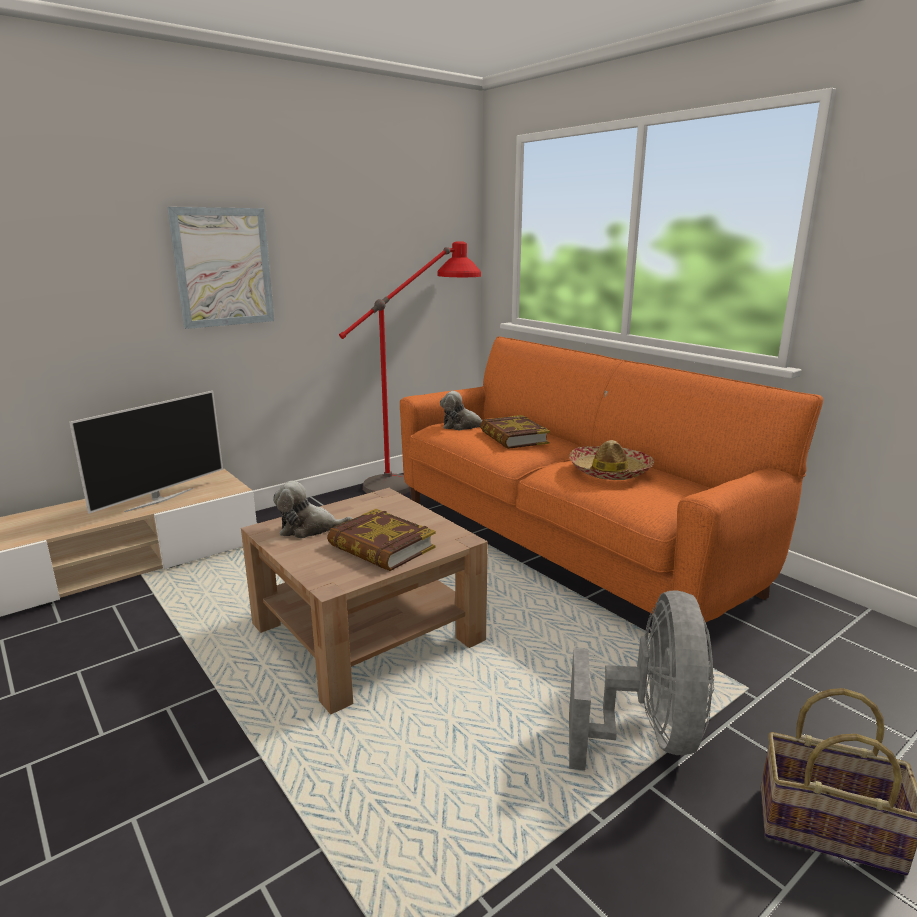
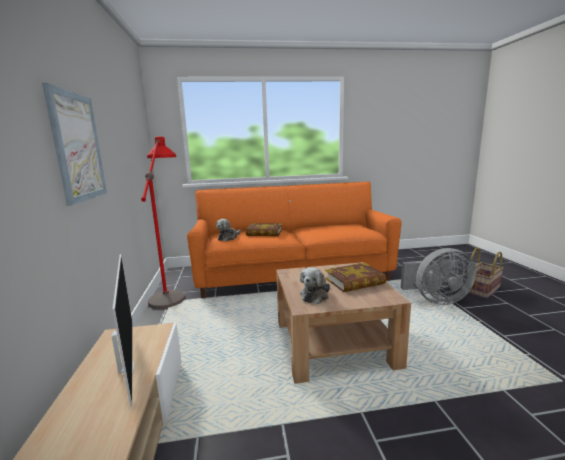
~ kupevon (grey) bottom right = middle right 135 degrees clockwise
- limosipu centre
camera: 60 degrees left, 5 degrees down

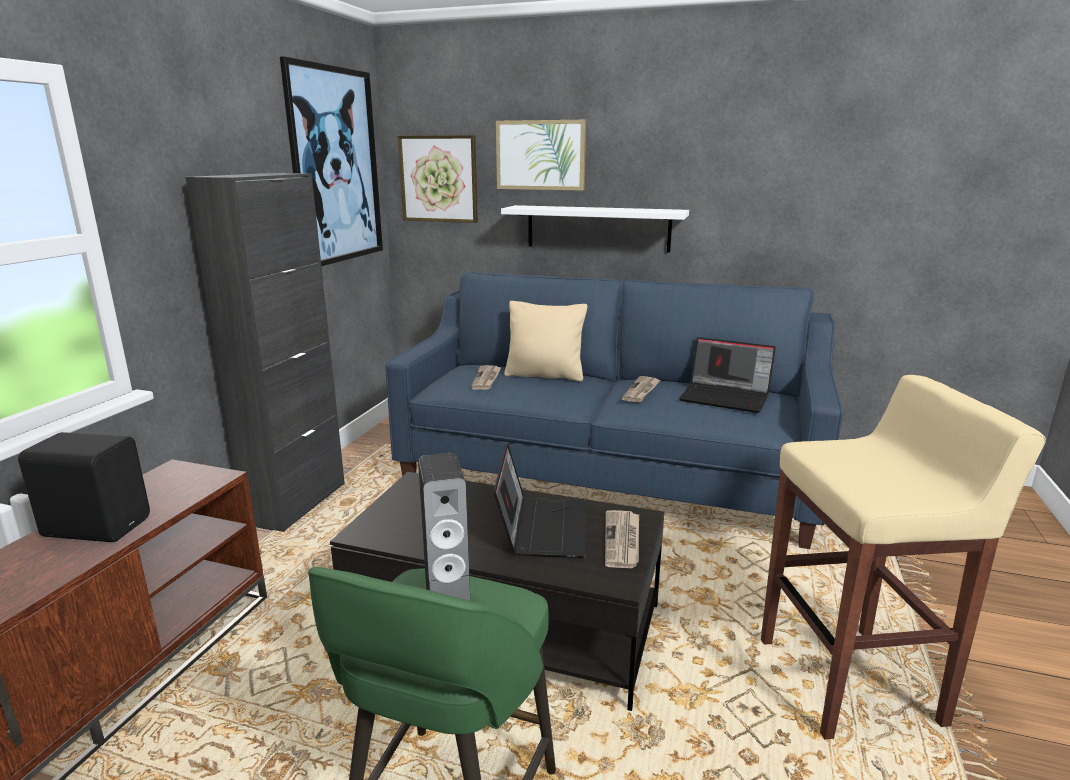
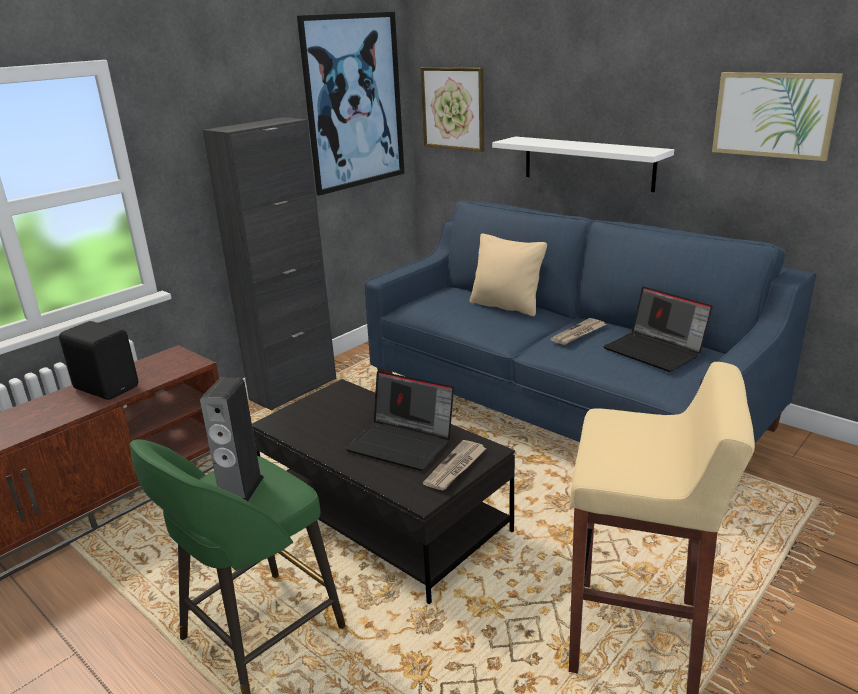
~ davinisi (1st from left) centre = centre 90 degrees clockwise
~ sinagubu (3rd from left) top centre to top right
- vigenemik (1st from left) centre
camera: 25 degrees right, 5 degrees up

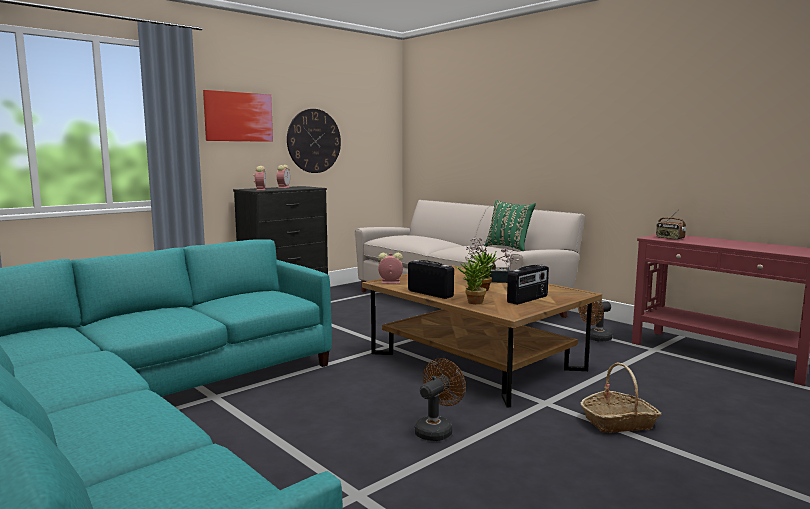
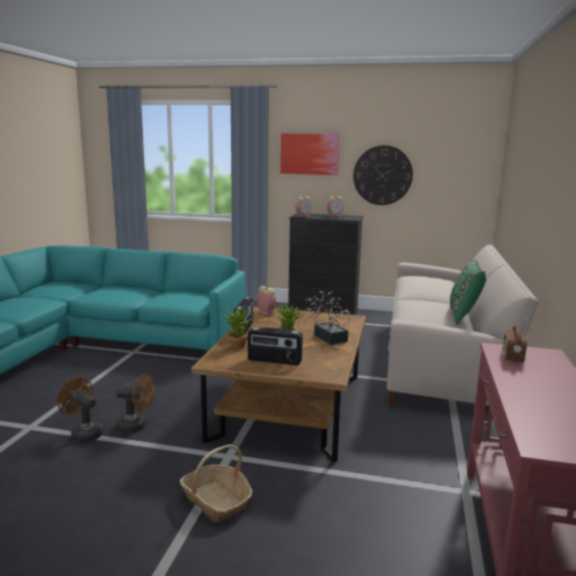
~ kupevon (brown) (2nd from left in the first image) middle right to kupevon (brown) (1st from left) bottom left
camera: 55 degrees right, 5 degrees up

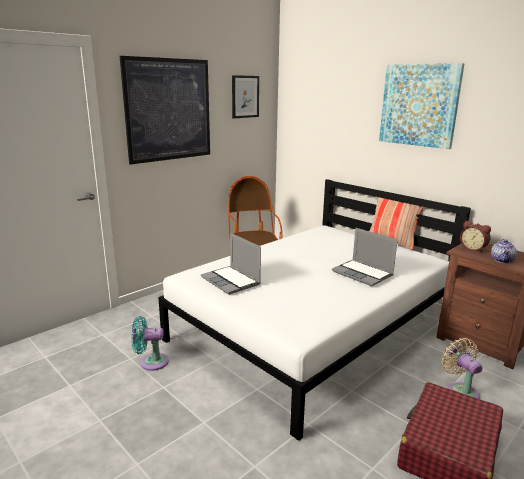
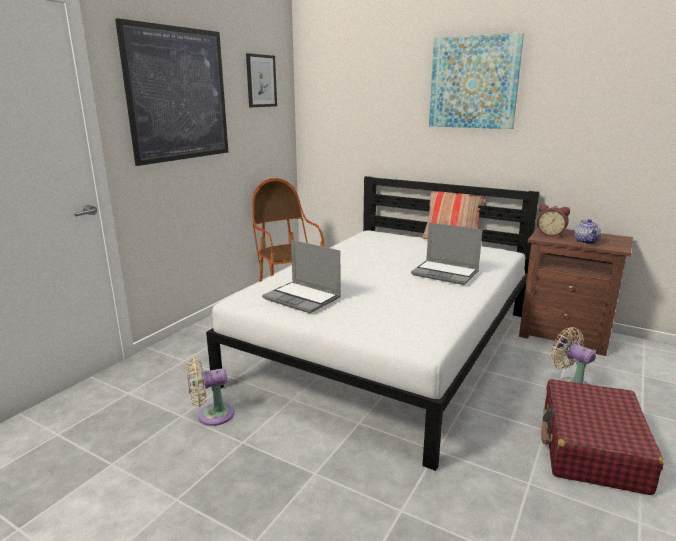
~ kupevon (turquoise) bottom left to kupevon (beige) (1st from left) bottom left
camera: 15 degrees left, 0 degrees up

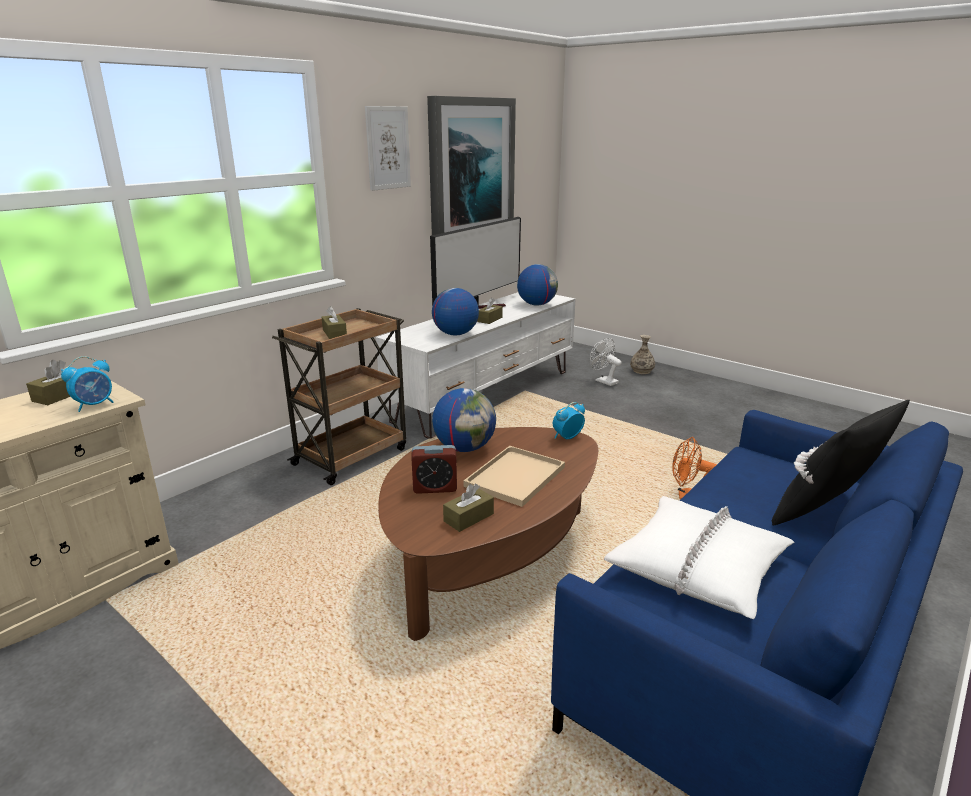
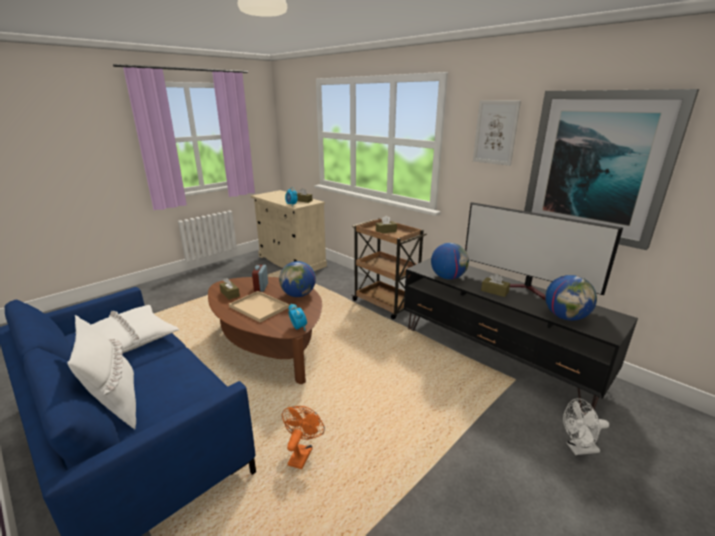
~ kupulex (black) middle right to kupulex (white) (1st from left) bottom left
~ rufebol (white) centre to rufebol (black) middle right
~ kupevon (white) centre = bottom right 150 degrees counterclockwise
- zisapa centre
camera: 95 degrees right, 0 degrees up

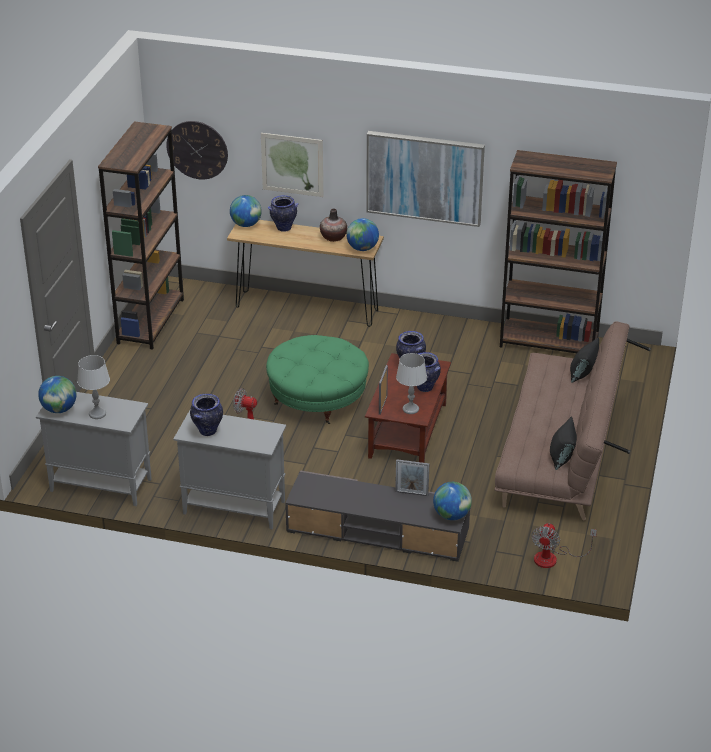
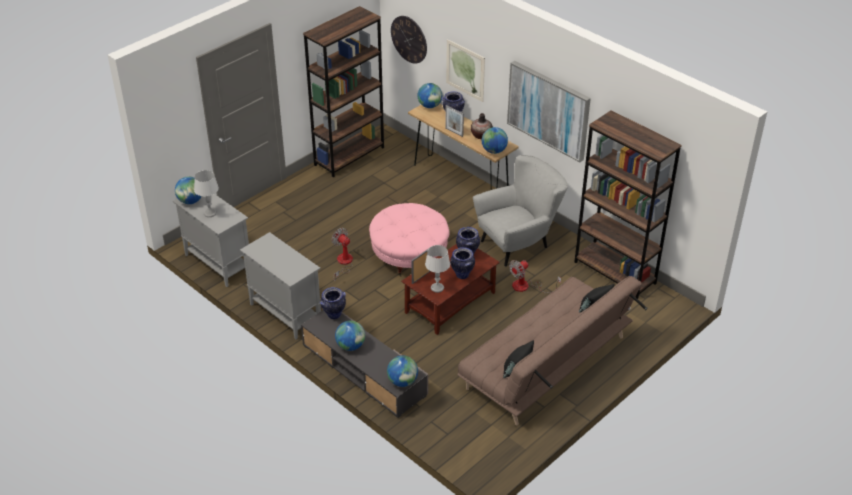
~ zisapa (1st from left) middle left to centre
+ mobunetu (2nd from left) bottom centre
~ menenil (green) centre to menenil (pink) centre
~ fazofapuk (2nd from left) centre to top centre
+ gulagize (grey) centre
~ kupevon (2nd from left) bottom right to centre
camera: 30 degrees right, 5 degrees up

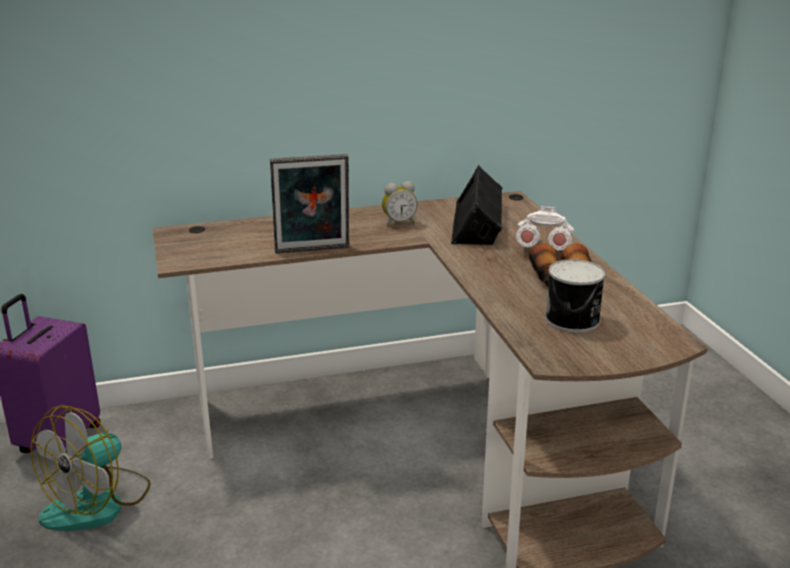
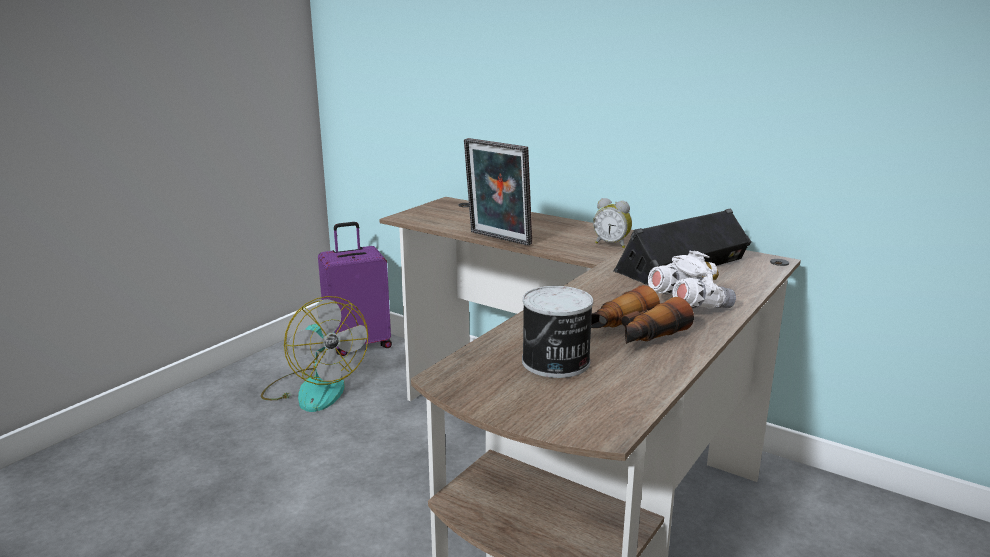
~ kupevon bottom left = middle left 120 degrees counterclockwise
camera: 50 degrees right, 5 degrees down

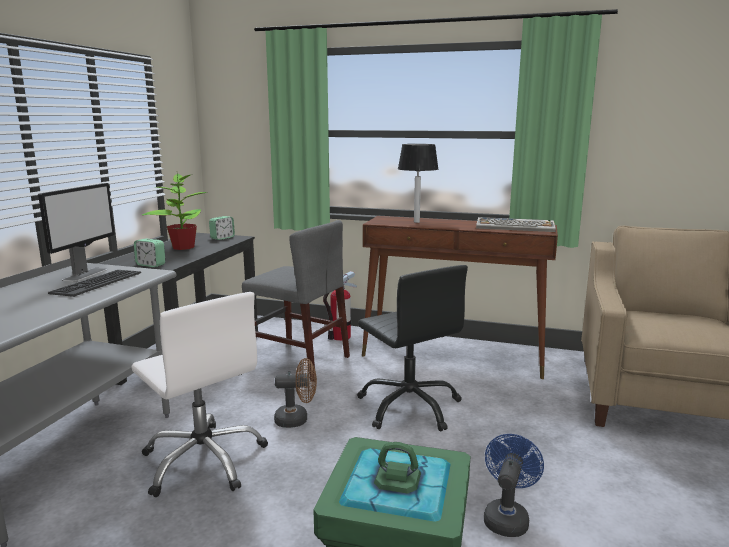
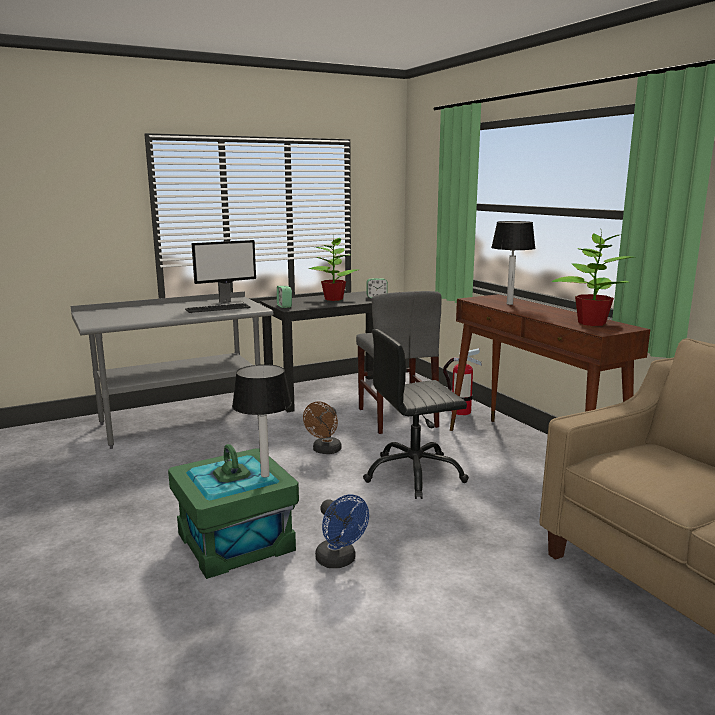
+ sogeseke (1st from left) centre
~ kupevon (brown) bottom centre = centre 75 degrees clockwise
~ kupevon (blue) bottom right = bottom centre 75 degrees clockwise
~ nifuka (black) centre = centre 60 degrees clockwise
~ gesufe (2nd from left) middle right to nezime (2nd from left) middle right
- nifuka (white) bottom left
camera: 45 degrees right, 0 degrees up

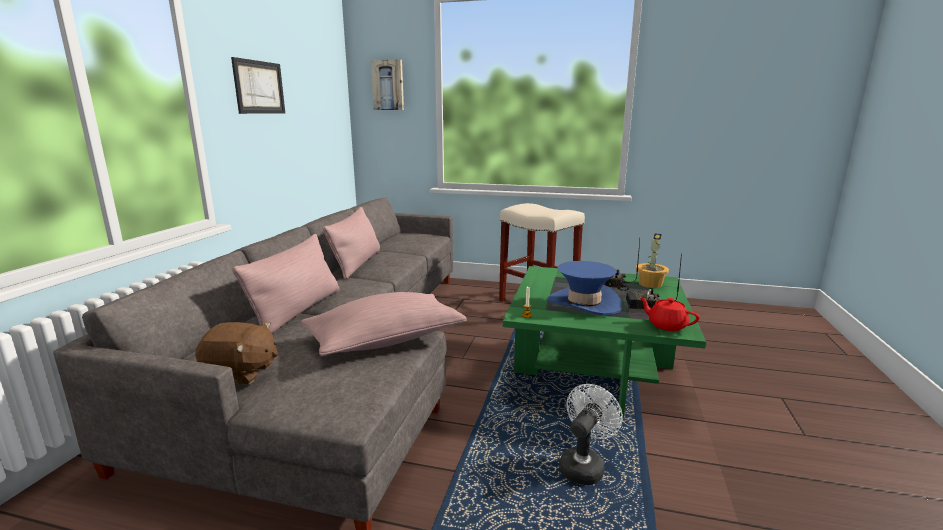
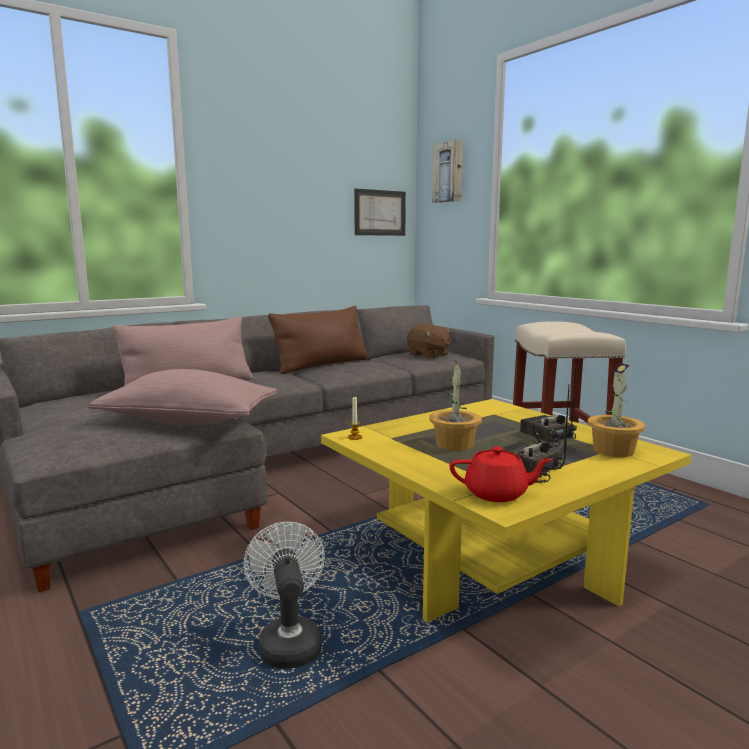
~ kupevon (white) bottom centre = bottom centre 90 degrees counterclockwise
~ kupulex (pink) (2nd from left) centre to kupulex (brown) centre
~ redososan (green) centre to redososan (yellow) bottom right
~ sinagubu (1st from left) top left to top centre
~ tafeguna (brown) middle left to centre
~ limosipu (blue) centre to nezime (1st from left) centre
~ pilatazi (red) middle right = middle right 105 degrees clockwise
camera: 40 degrees right, 5 degrees down

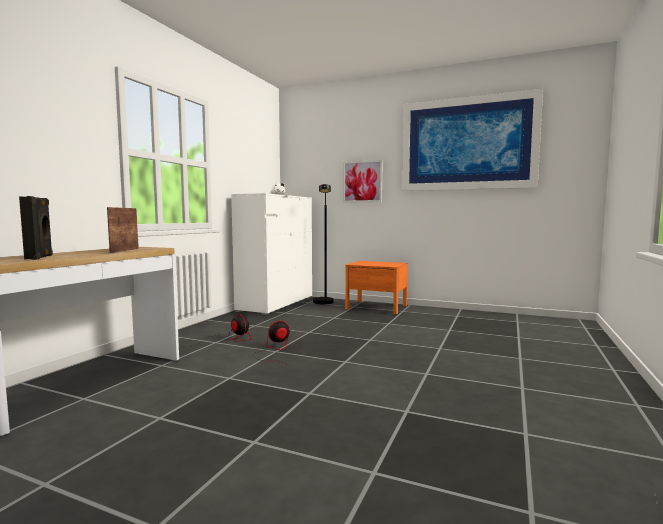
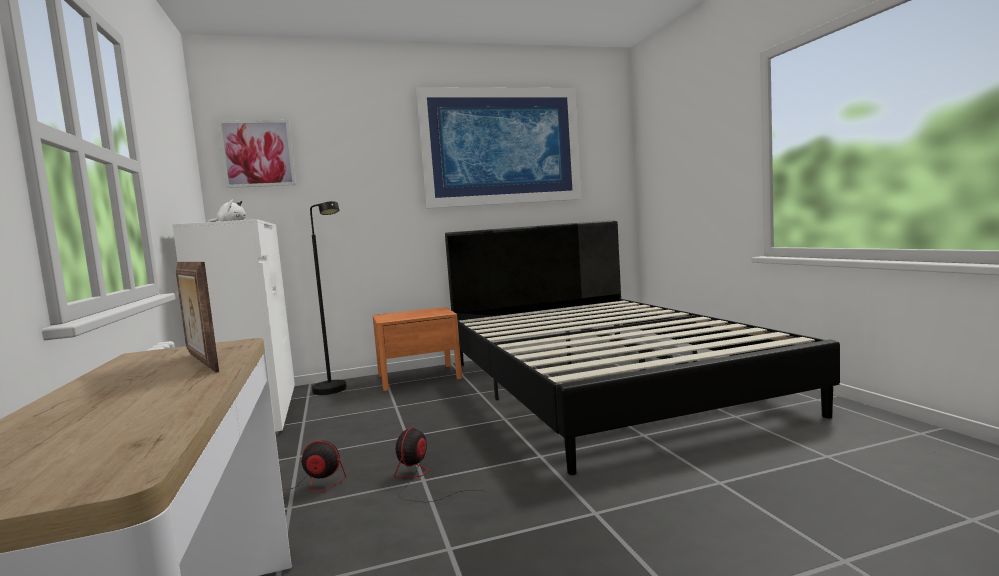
~ sinagubu (1st from left) centre to top left
+ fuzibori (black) centre
- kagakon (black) middle left
camera: 40 degrees left, 0 degrees up

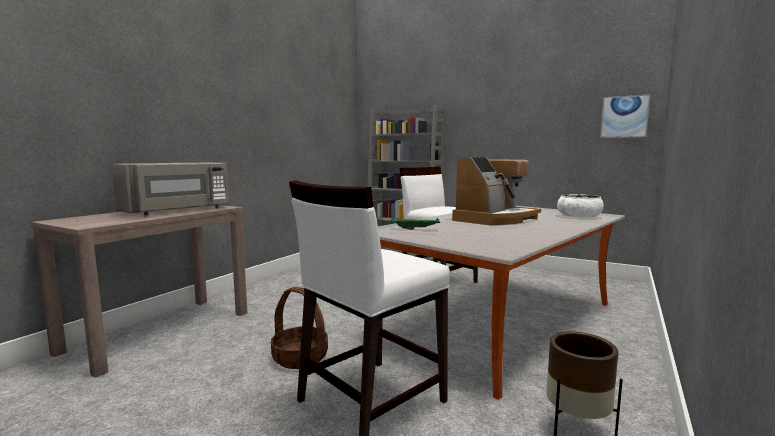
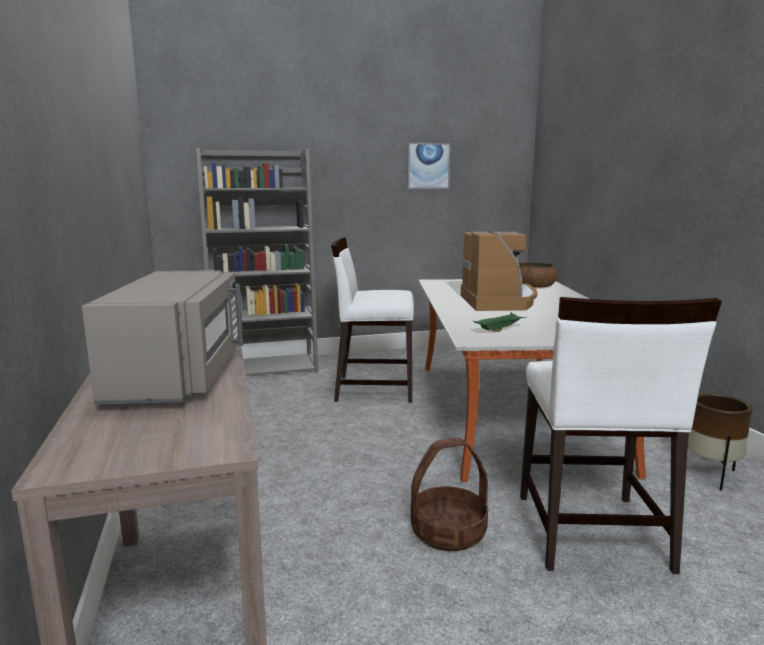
~ sinagubu top right to top centre
~ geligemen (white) middle right to geligemen (brown) middle right
camera: 45 degrees left, 5 degrees up

